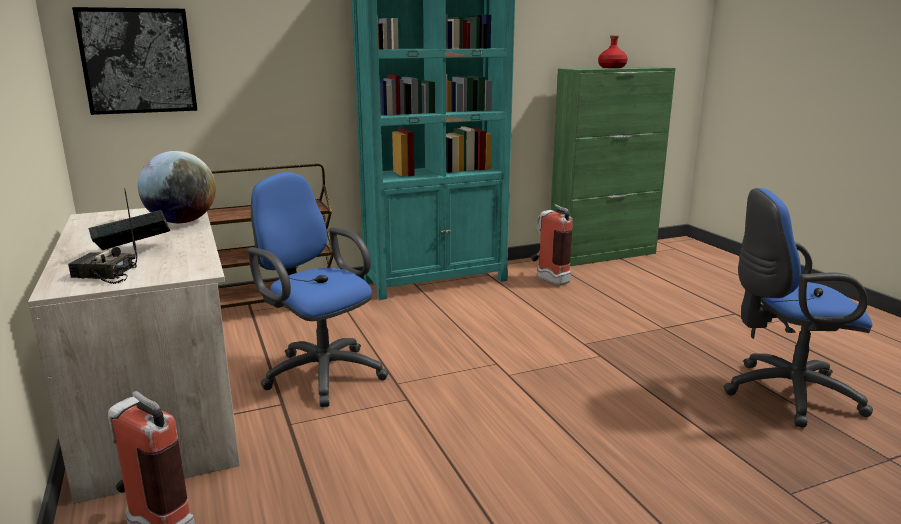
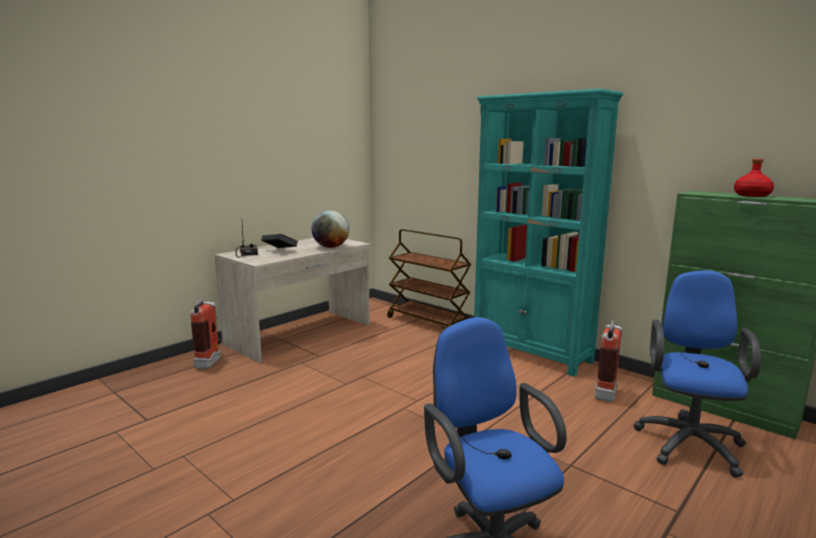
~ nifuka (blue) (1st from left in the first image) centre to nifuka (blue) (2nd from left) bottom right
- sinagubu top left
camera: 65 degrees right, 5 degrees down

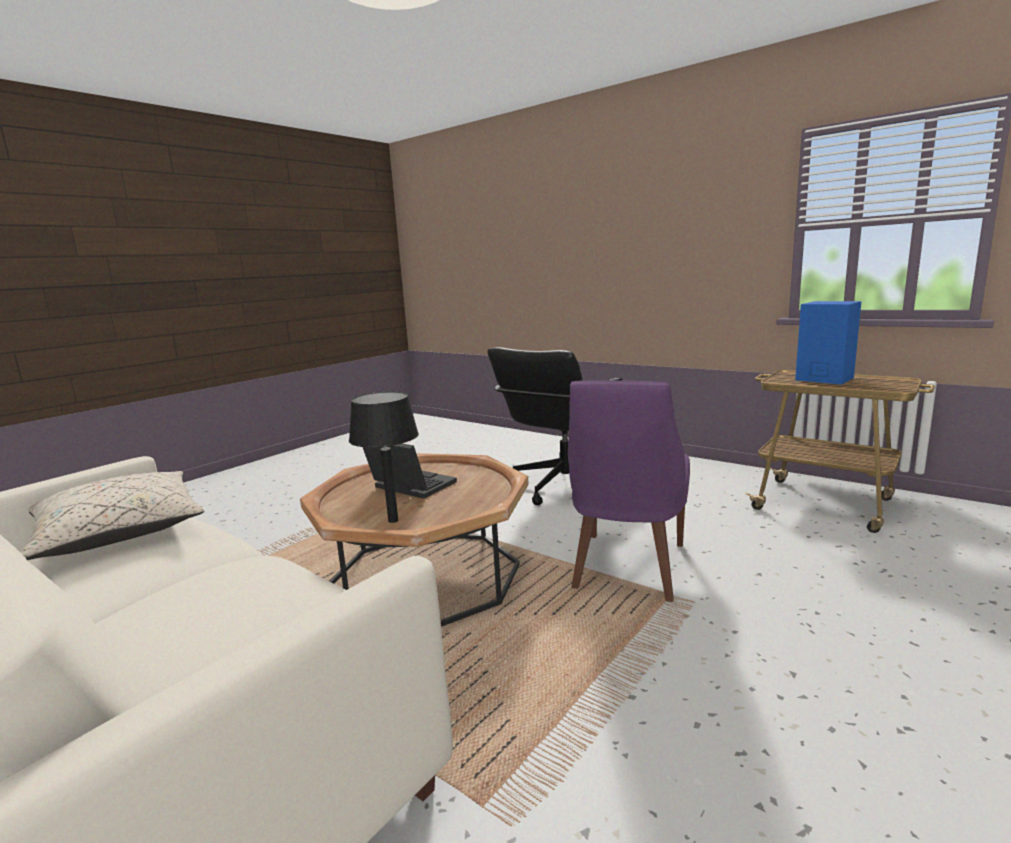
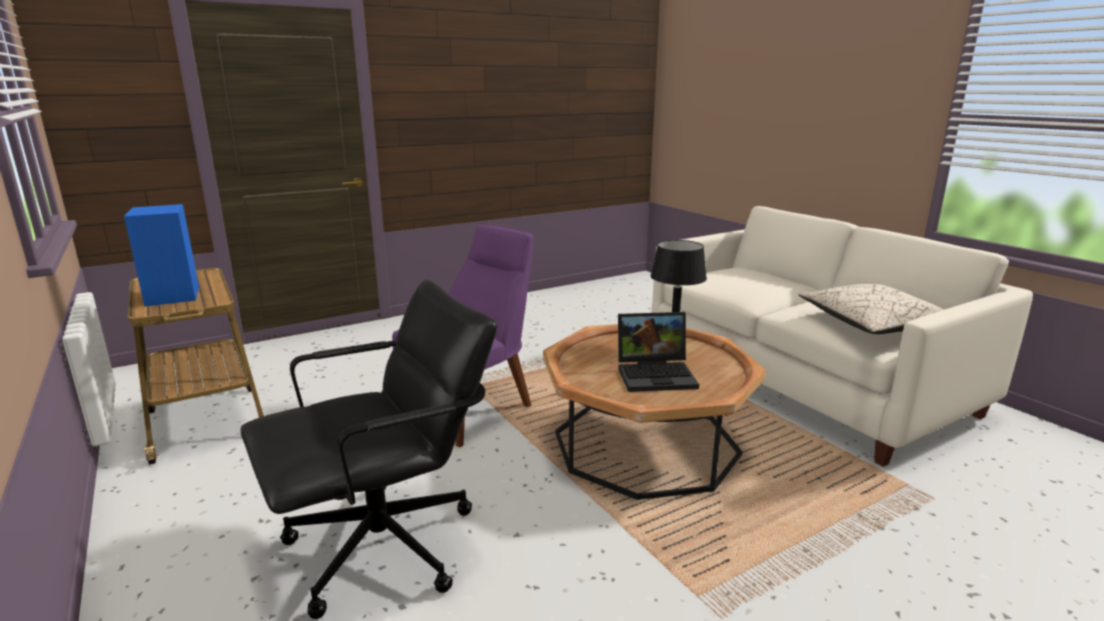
~ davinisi centre = centre 60 degrees counterclockwise
camera: 160 degrees left, 5 degrees up

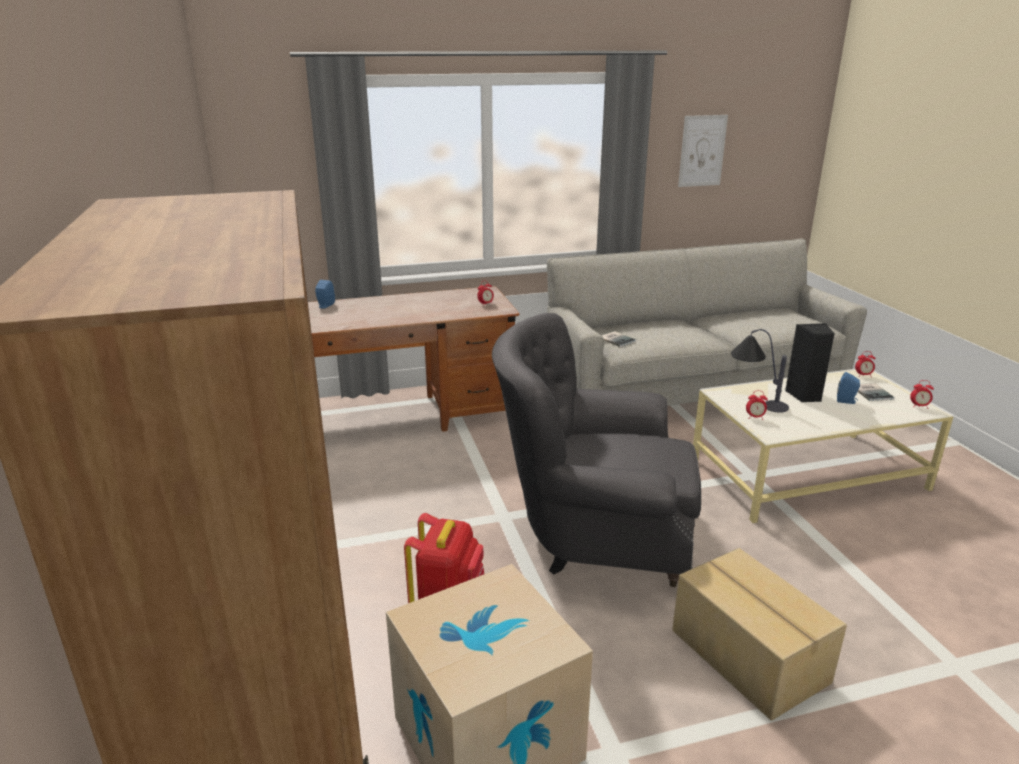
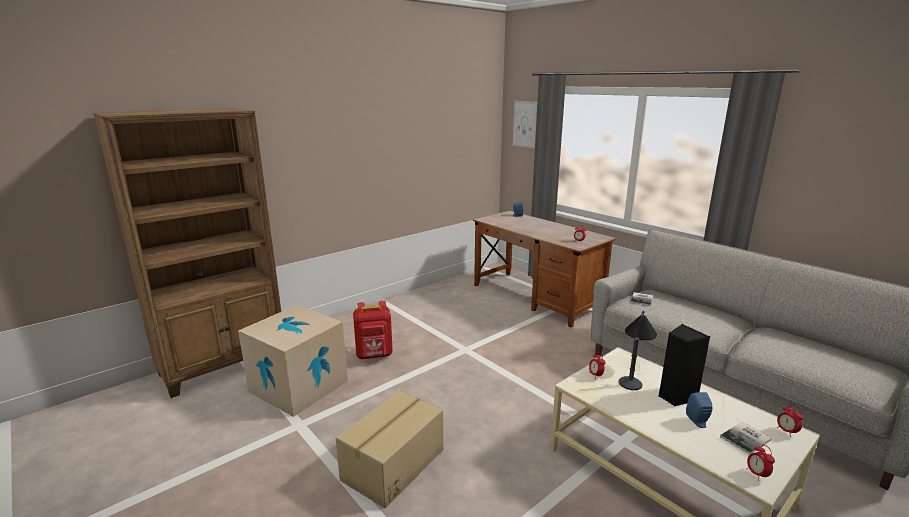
~ sinagubu top right to top centre
- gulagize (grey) centre
camera: 65 degrees right, 5 degrees down

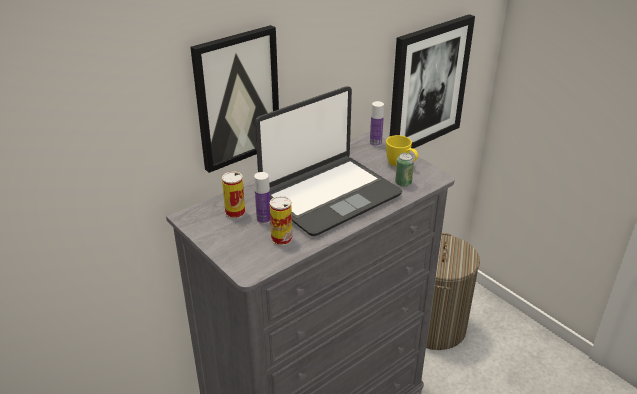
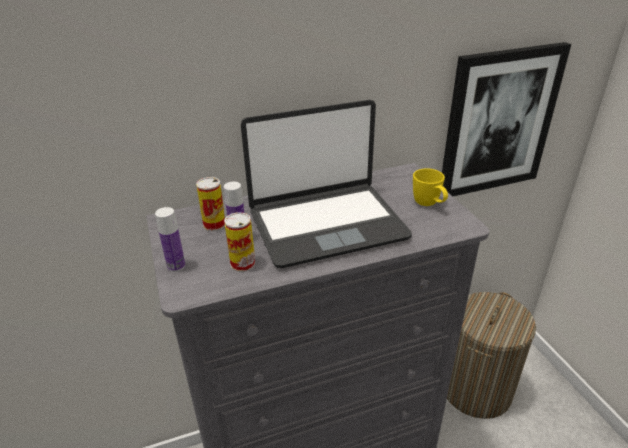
~ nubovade (2nd from left in the first image) top centre to nubovade (1st from left) middle left
- sinagubu (1st from left) top centre
- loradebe (3rd from left) centre
camera: 20 degrees right, 0 degrees up

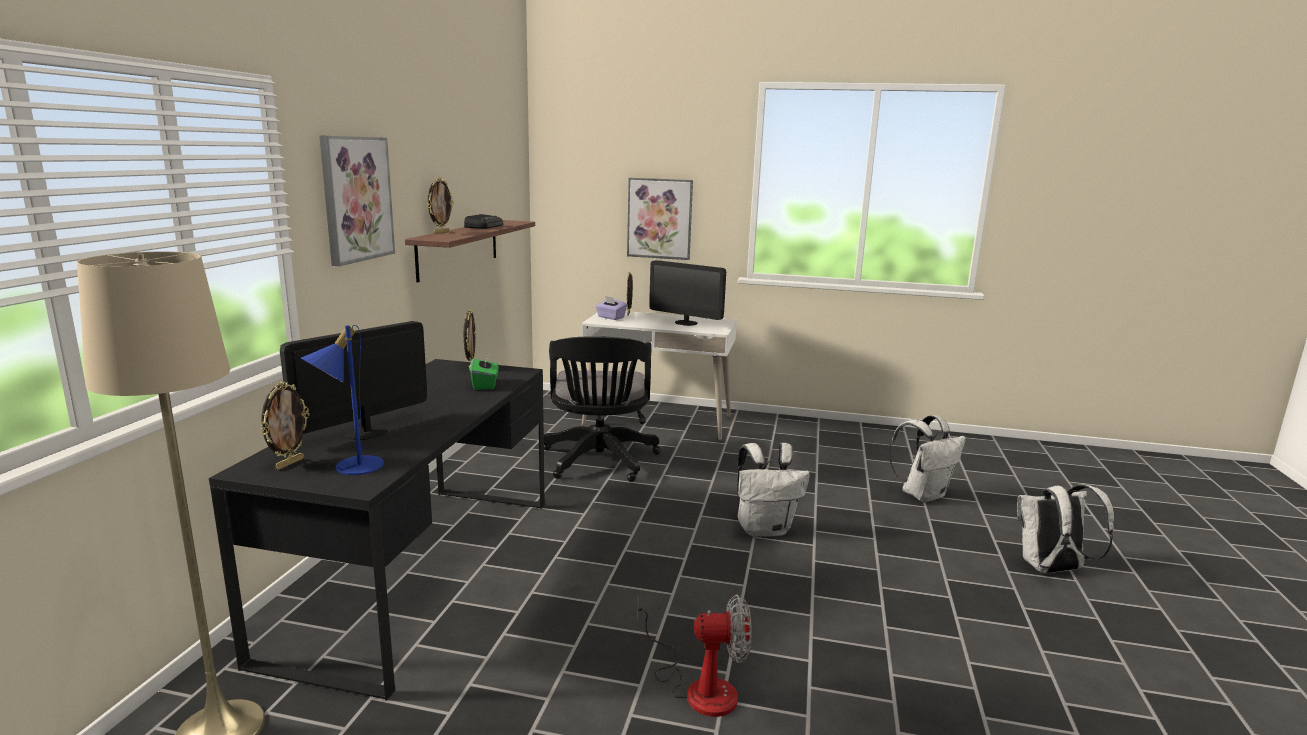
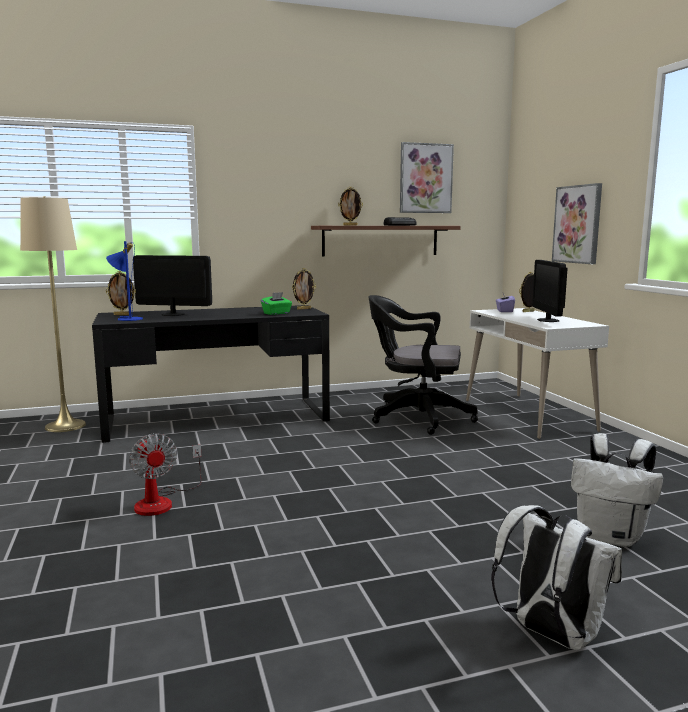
~ nifuka (black) centre = centre 45 degrees clockwise
~ sinagubu (1st from left) top left to top centre
- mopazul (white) (1st from left) bottom centre
camera: 60 degrees right, 5 degrees down

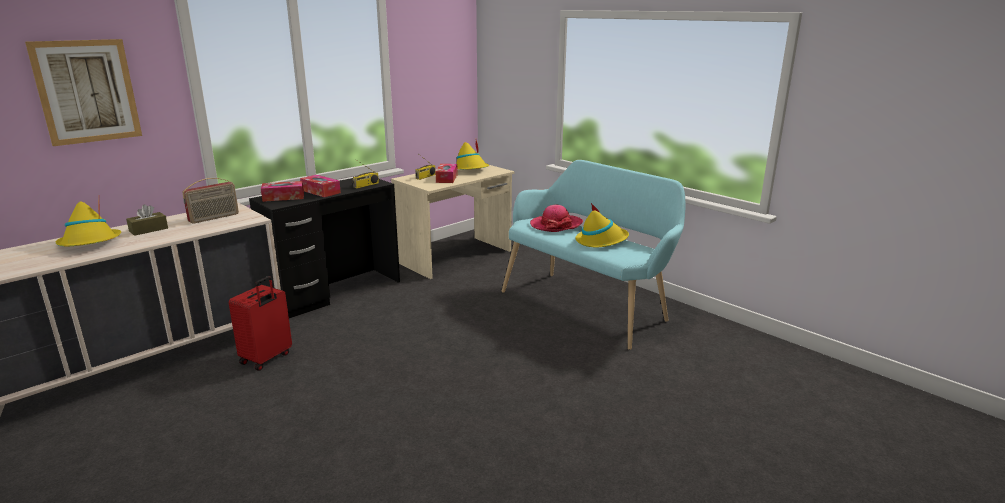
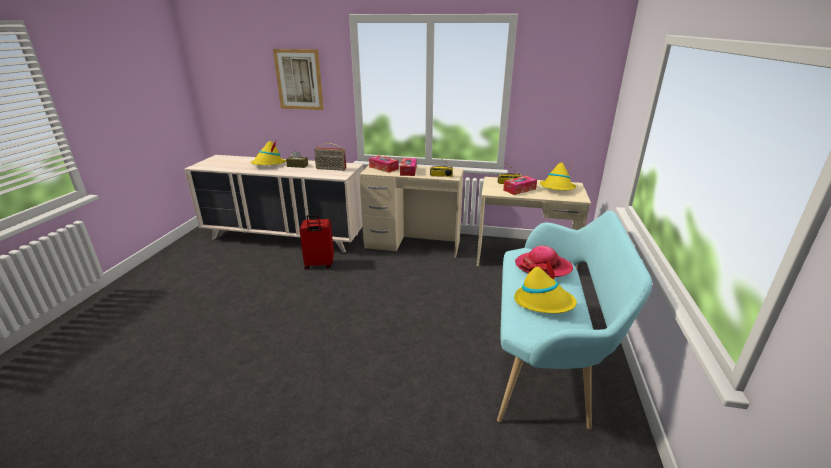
~ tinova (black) middle left to tinova (beige) (1st from left) centre
camera: 55 degrees right, 5 degrees up

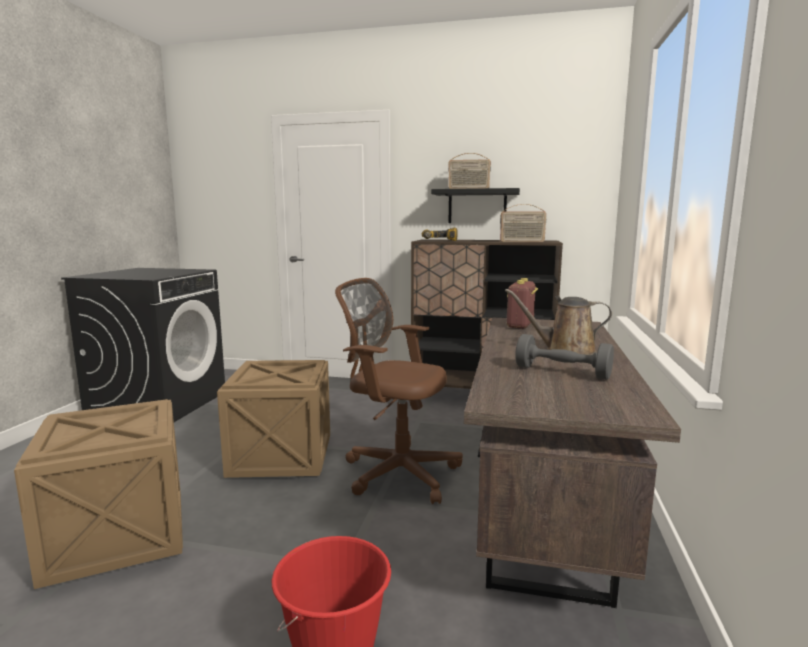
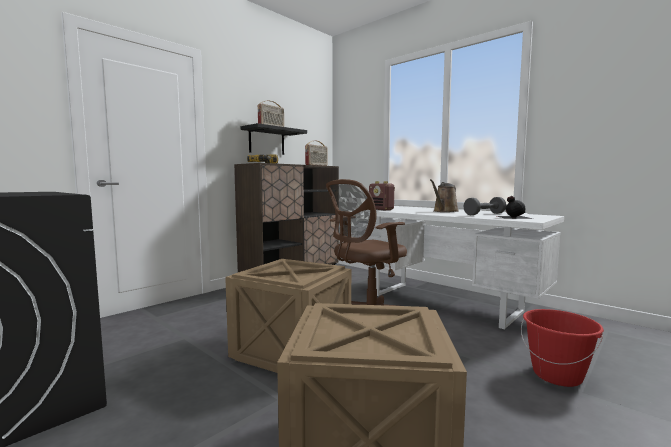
~ tinova (brown) bottom right to tinova (white) middle right
+ nubovade (black) middle right
camera: 60 degrees left, 5 degrees down

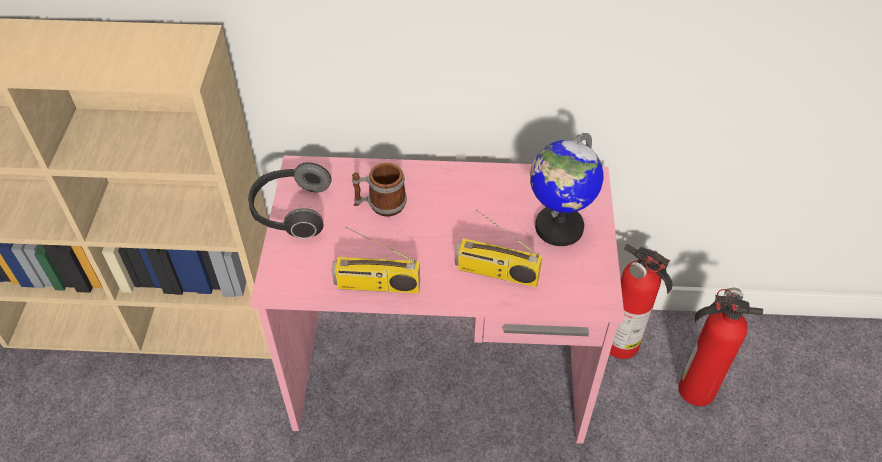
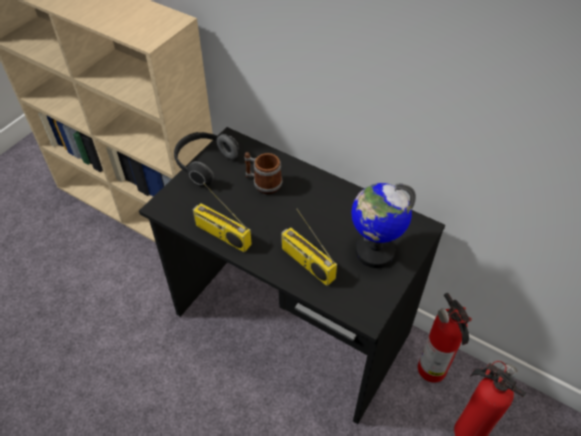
~ tinova (pink) centre to tinova (black) centre
camera: 30 degrees right, 0 degrees up

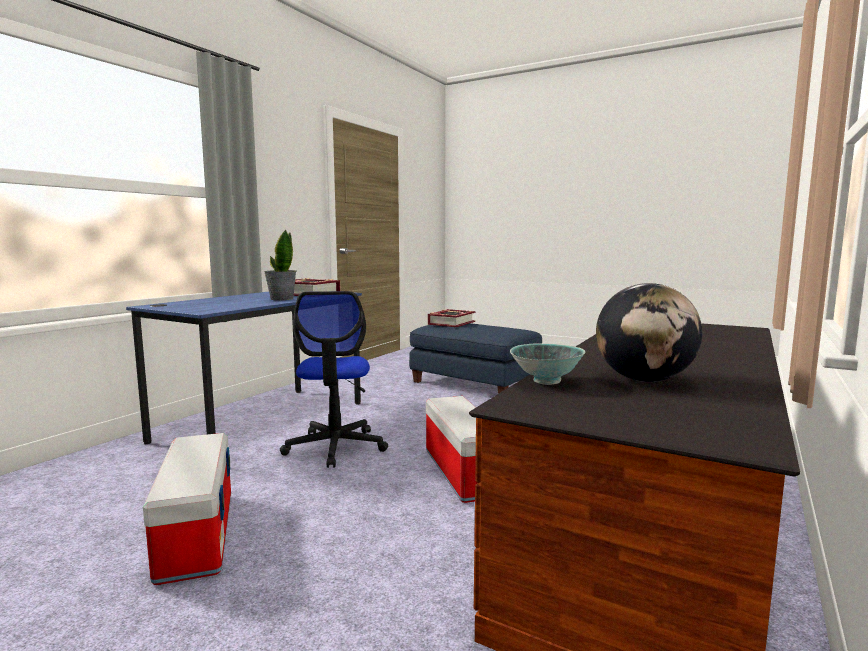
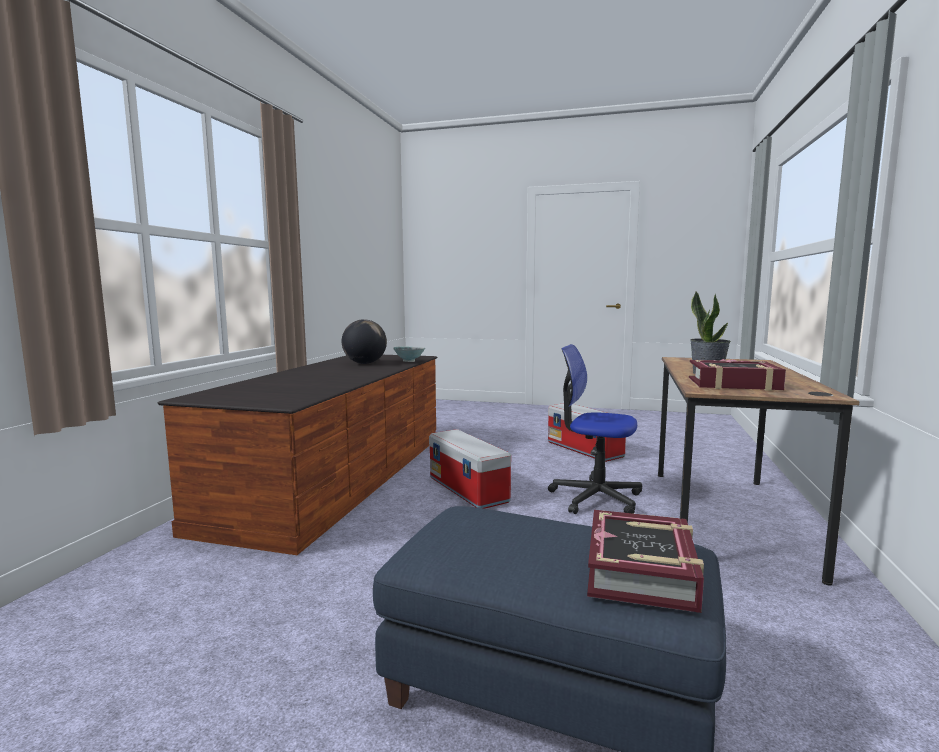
~ nifuka centre = centre 45 degrees counterclockwise
~ tinova (blue) middle left to tinova (brown) middle right
camera: 165 degrees right, 0 degrees up

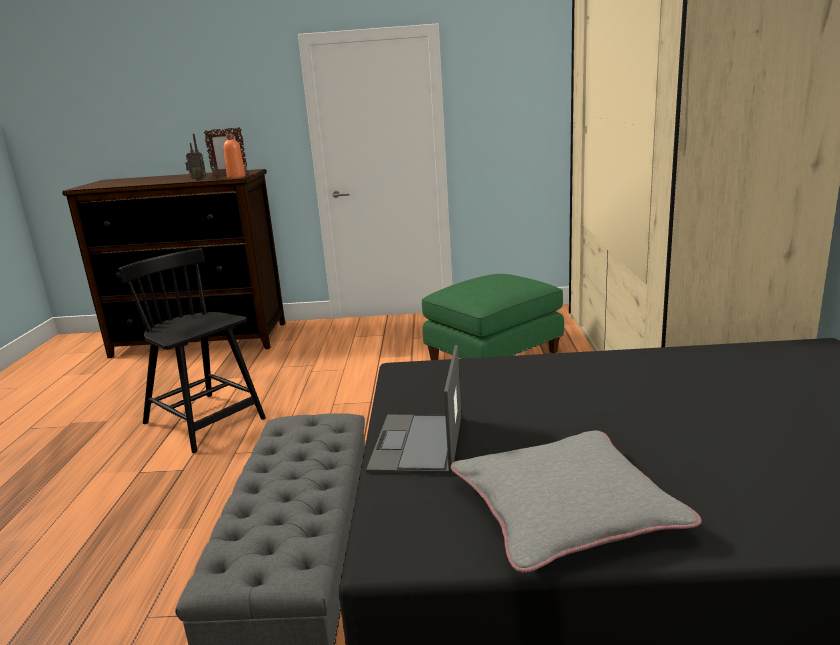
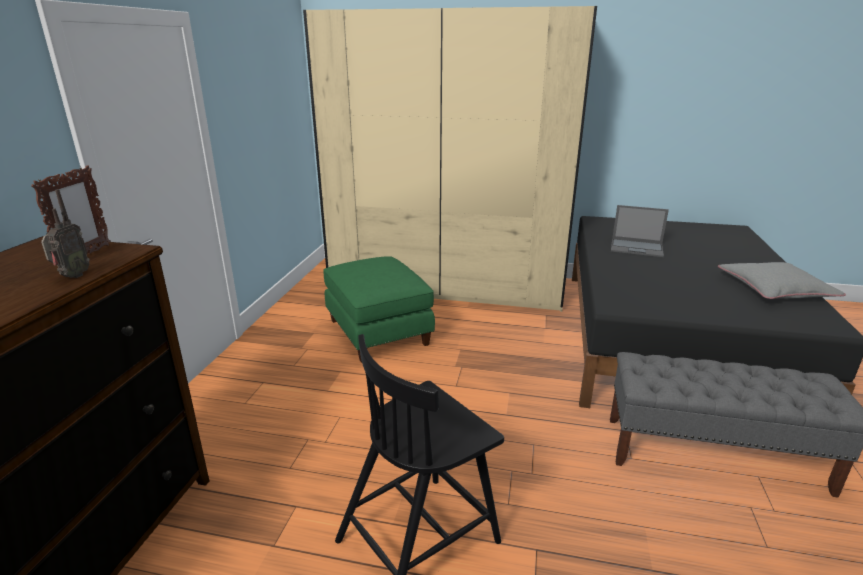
~ davinisi centre to middle right
- nubovade (orange) top left
camera: 80 degrees left, 5 degrees up

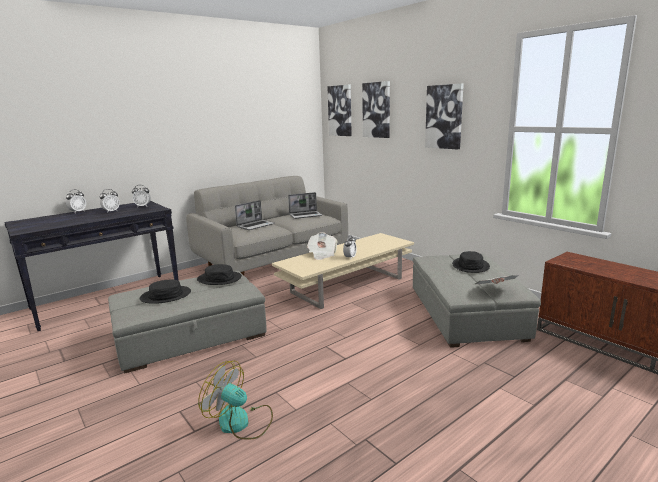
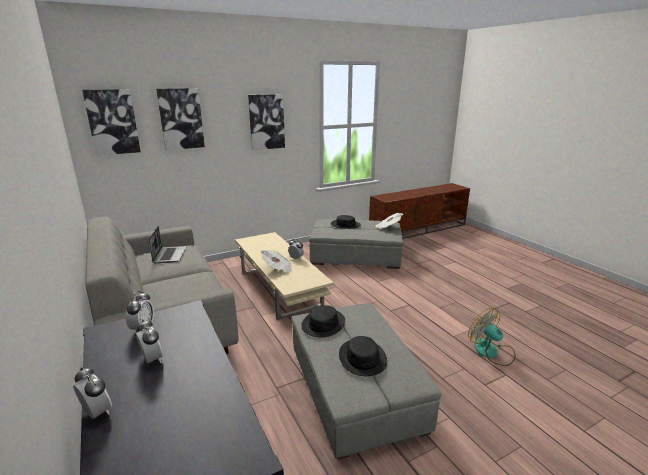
~ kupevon bottom centre = bottom right 105 degrees clockwise
- davinisi (1st from left) centre
camera: 80 degrees left, 5 degrees up

